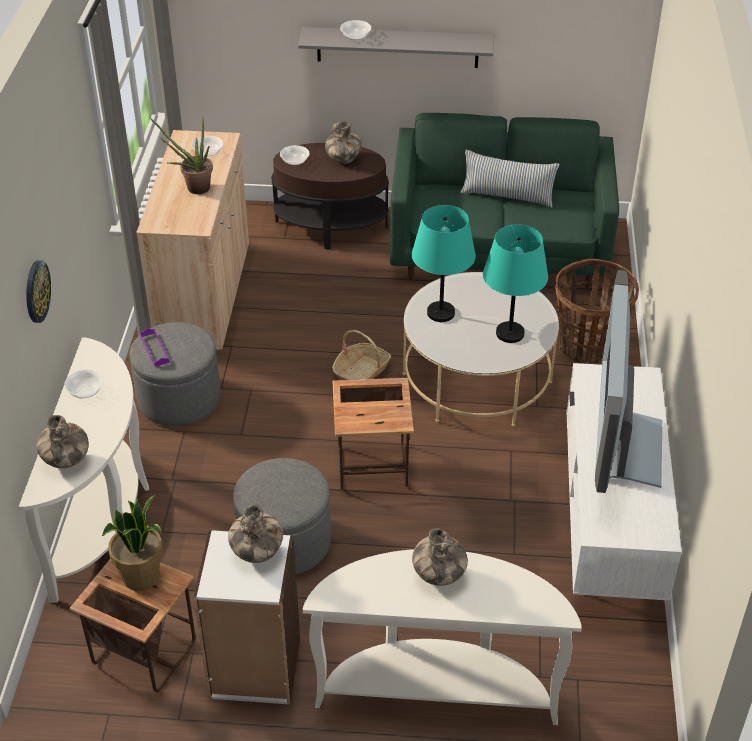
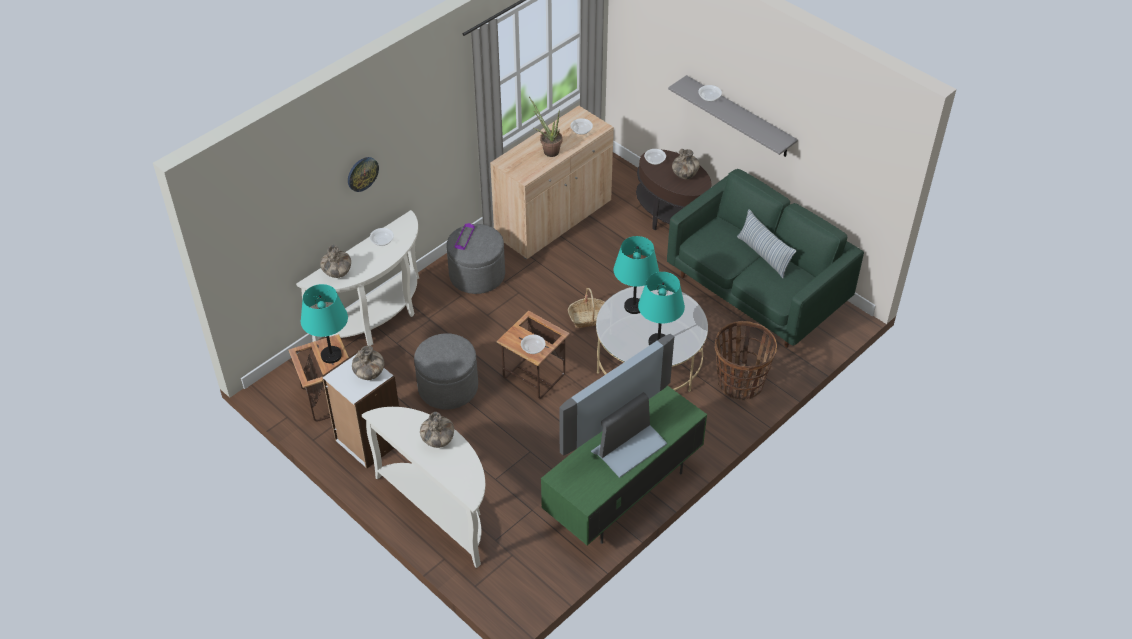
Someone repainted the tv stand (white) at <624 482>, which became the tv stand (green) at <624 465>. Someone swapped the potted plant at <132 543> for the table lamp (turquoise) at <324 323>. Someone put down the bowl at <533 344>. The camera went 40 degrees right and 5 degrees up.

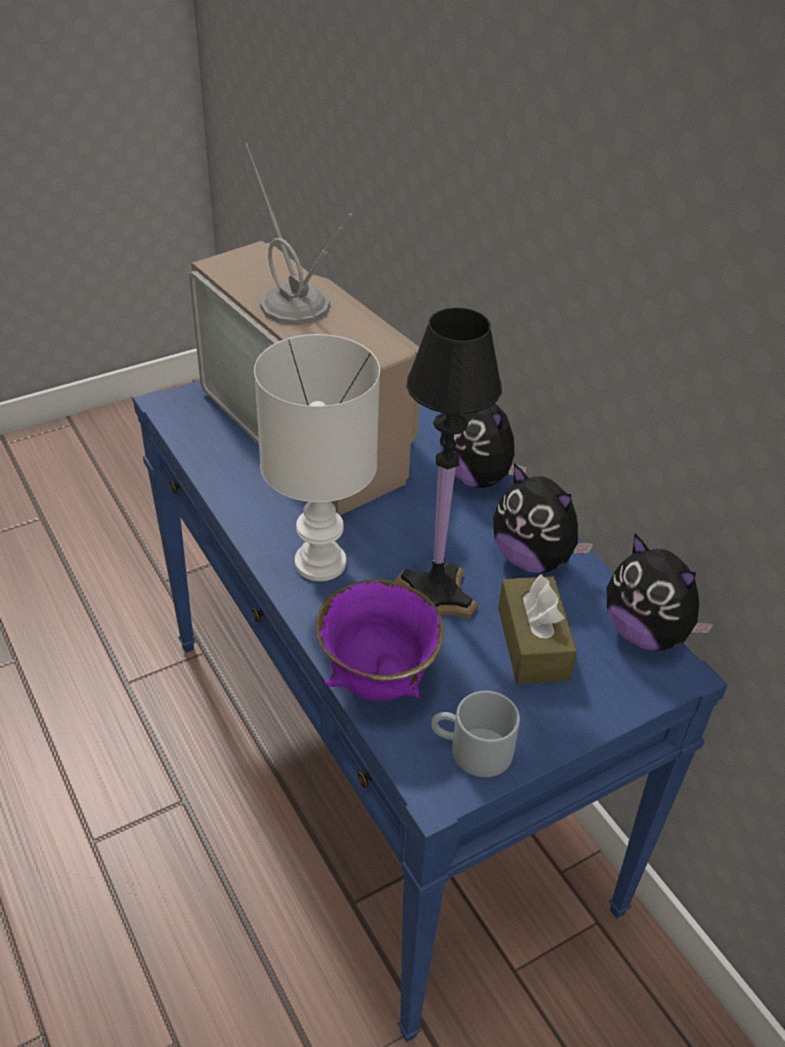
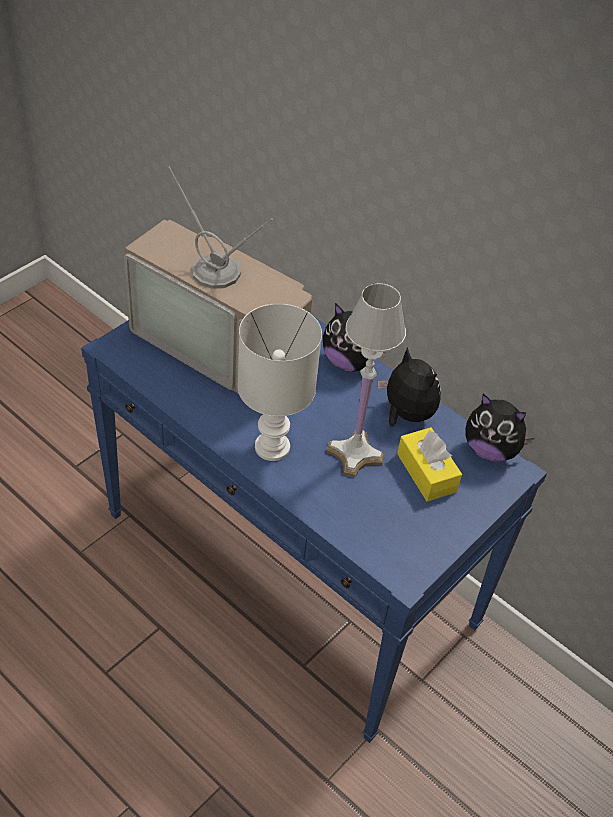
Someone repainted the table lamp (black) at <448 463>, which became the table lamp (white) at <366 380>. Someone rotated the plush toy at <543 518> by 150 degrees counterclockwise. Someone repainted the tissue box (brown) at <537 629>, which became the tissue box (yellow) at <429 464>. Someone took away the bowl (purple) at <380 640>. Someone took away the mug (grey) at <475 734>. The camera went 20 degrees left and 5 degrees up.

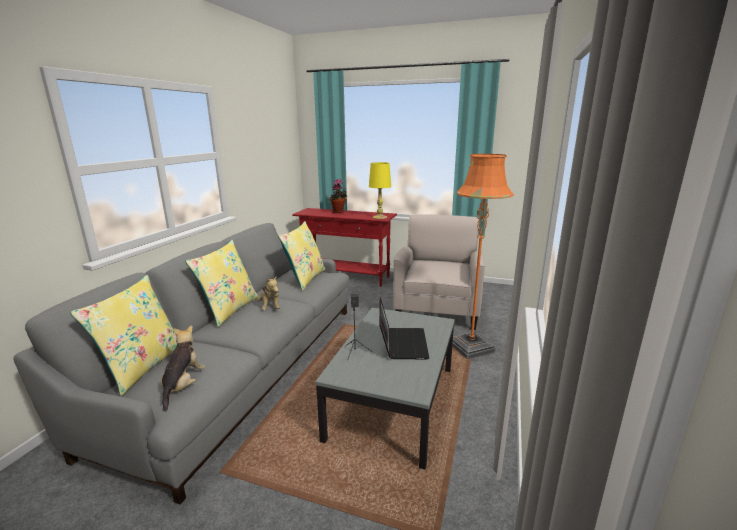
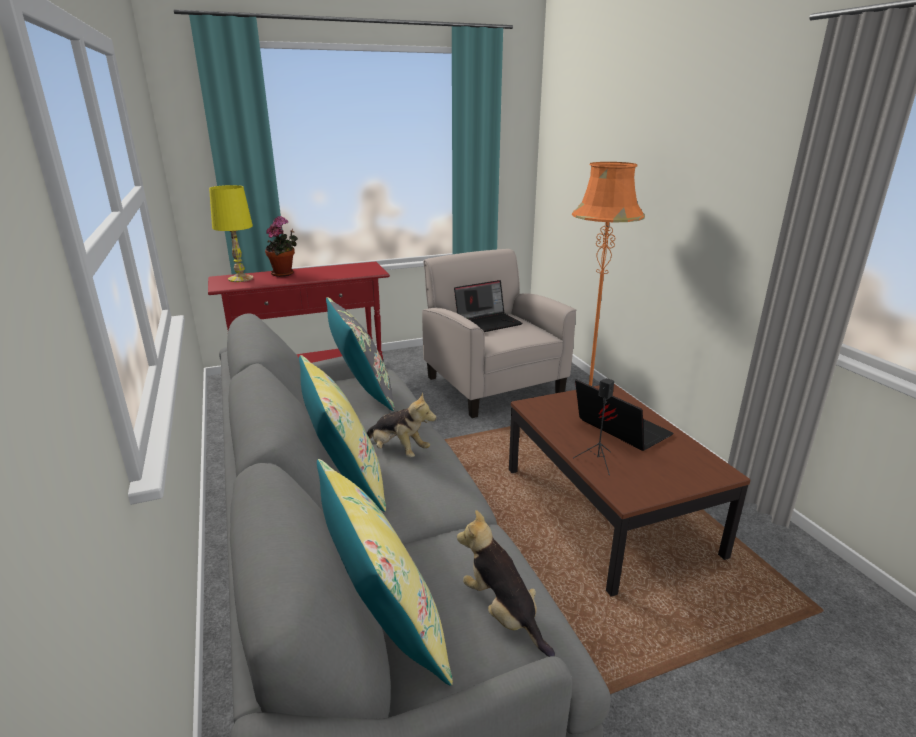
Someone carried the table lamp (yellow) from <380 190> to <231 233>. Someone repainted the pillow (yellow) at <301 255>, which became the pillow (grey) at <360 354>. Someone repainted the coffee table (grey) at <385 388>, which became the coffee table (brown) at <630 490>. Someone put down the laptop at <488 306>. The camera went 40 degrees left and 5 degrees up.

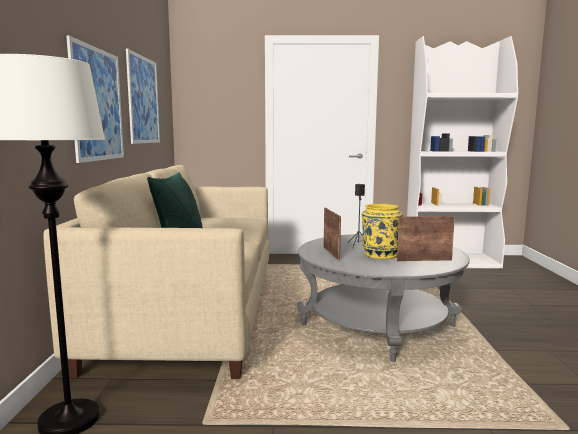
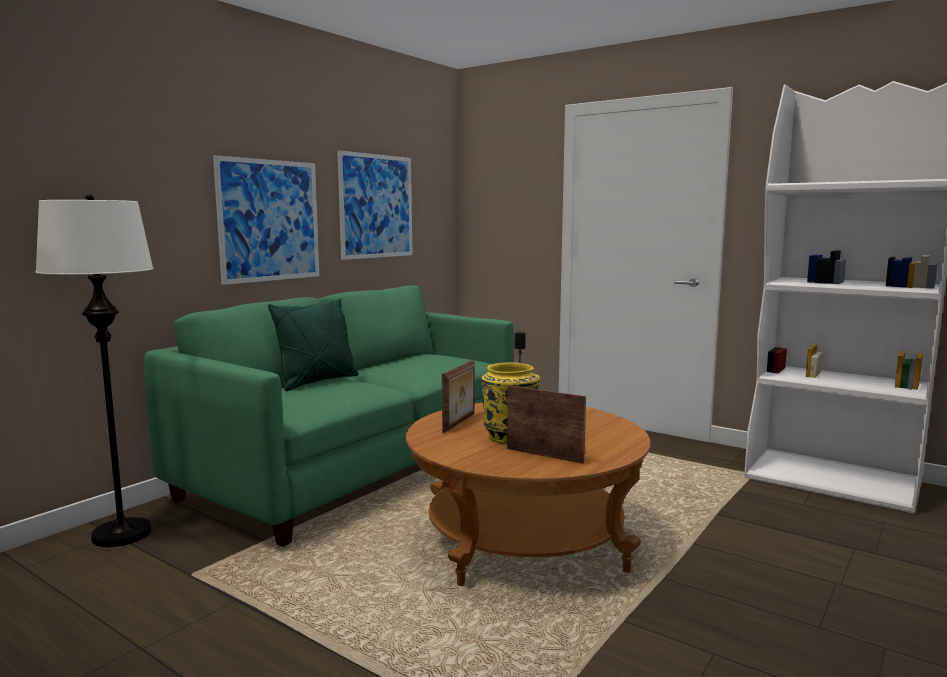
Someone repainted the sofa (beige) at <156 272>, which became the sofa (green) at <329 416>. Someone repainted the coffee table (grey) at <383 298>, which became the coffee table (brown) at <528 494>. The camera went 35 degrees right and 0 degrees up.

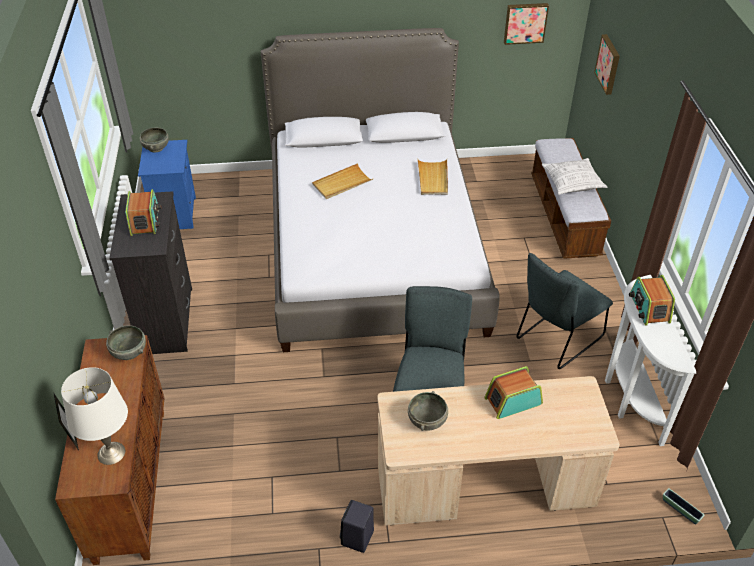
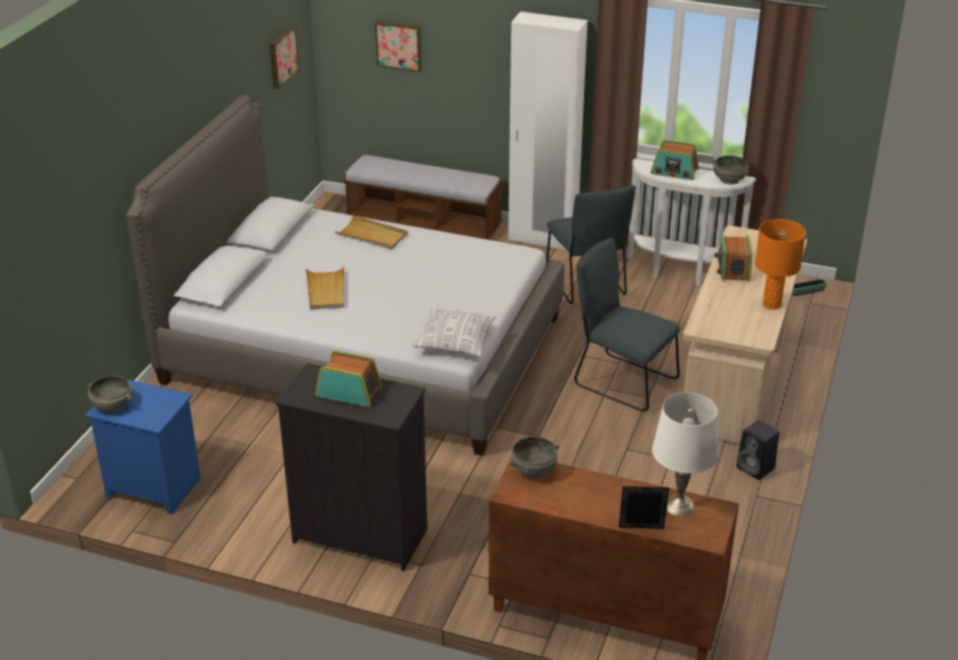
Someone carried the pillow from <574 176> to <454 332>. Someone carried the bowl (grey) from <428 411> to <731 169>. Someone put down the wardrobe (white) at <548 130>. Someone put down the table lamp (orange) at <780 264>. The camera went 65 degrees left and 10 degrees down.

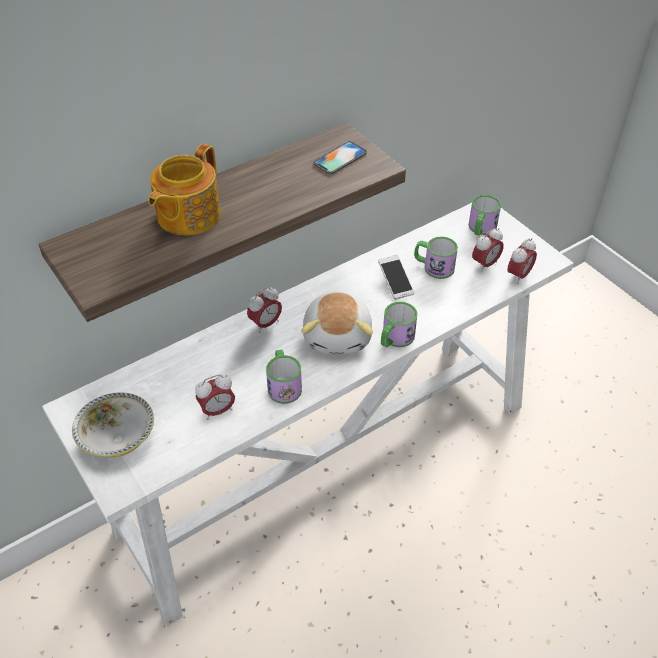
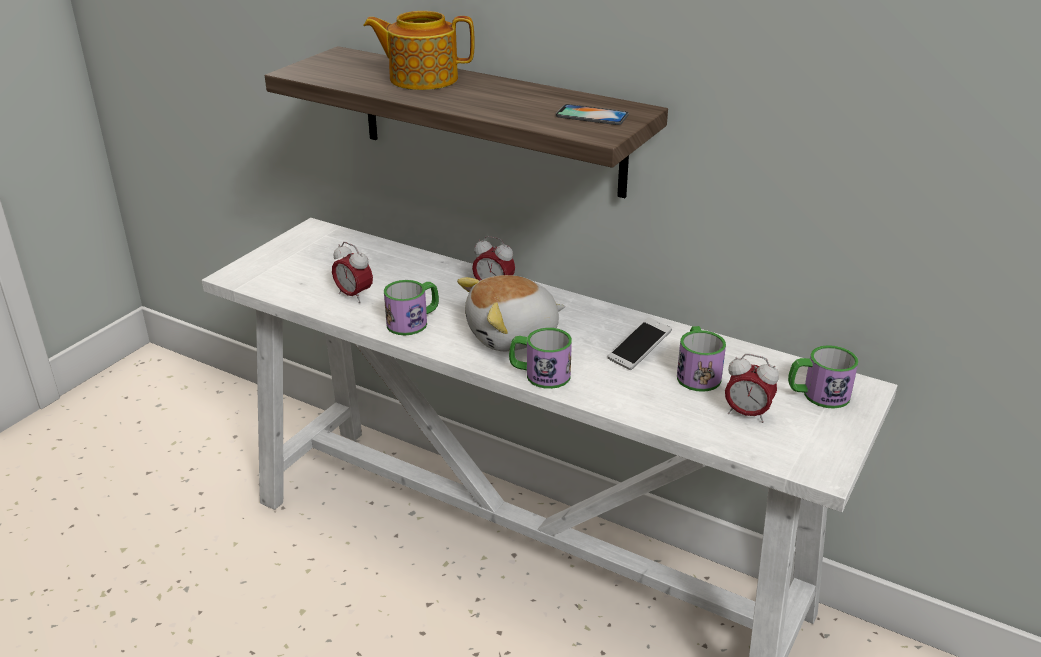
Someone took away the alarm clock at <522 261>. Someone took away the bowl at <113 425>. The camera went 65 degrees right and 15 degrees down.

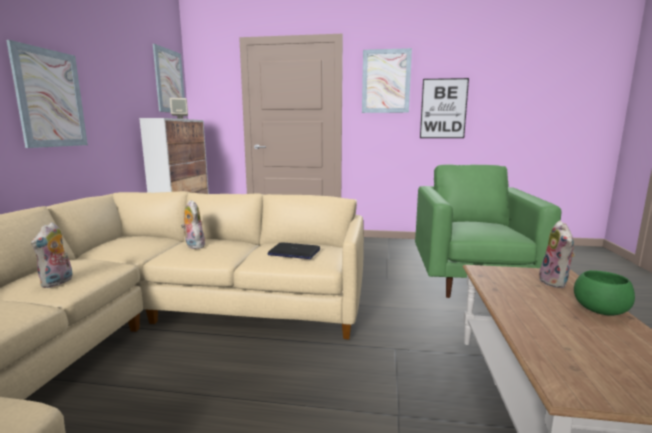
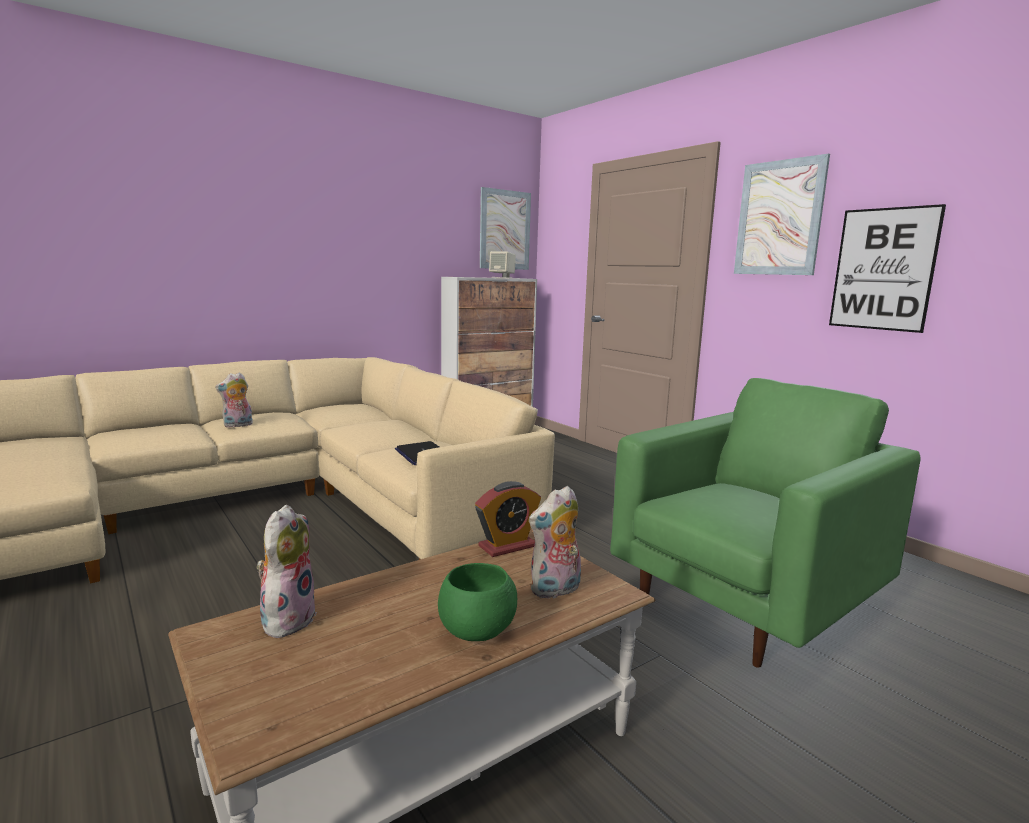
Someone took away the picture at <47 94>. Someone carried the plush toy from <193 224> to <287 571>. Someone put down the alarm clock at <508 519>. The camera went 45 degrees right and 0 degrees up.

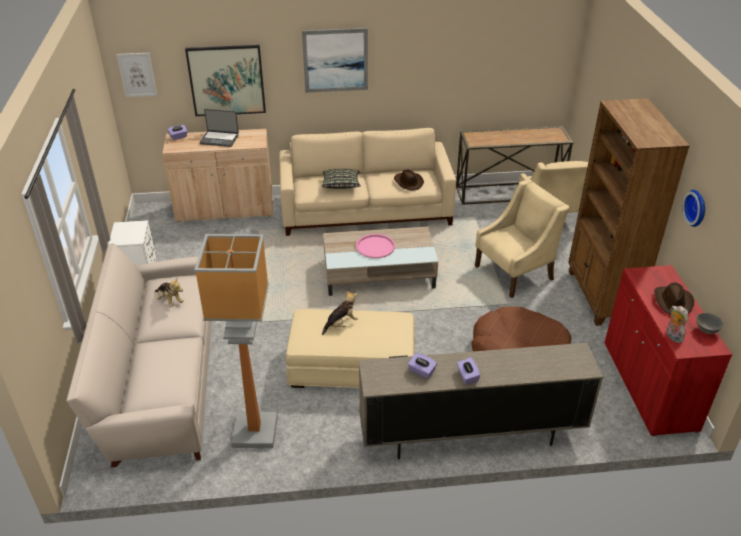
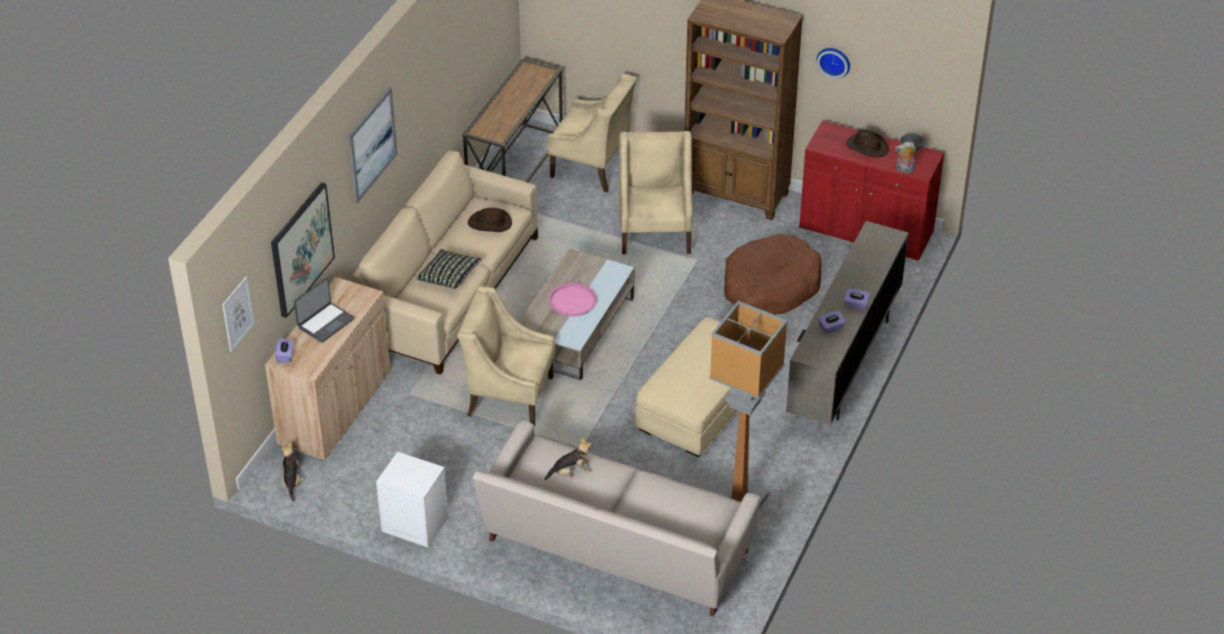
Someone carried the plush toy from <340 313> to <292 472>. Someone put down the armchair (beige) at <506 356>. The camera went 60 degrees left and 5 degrees up.

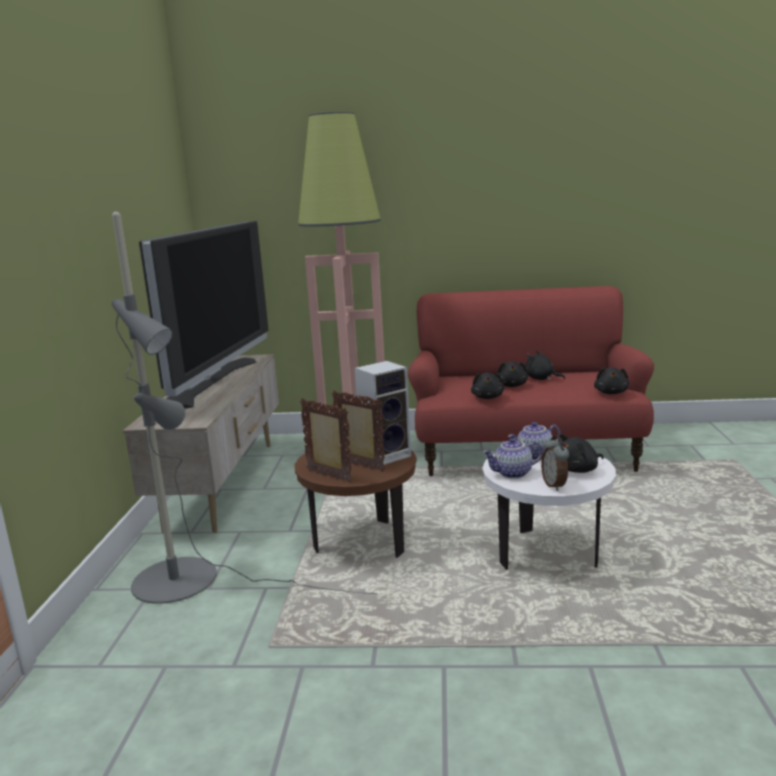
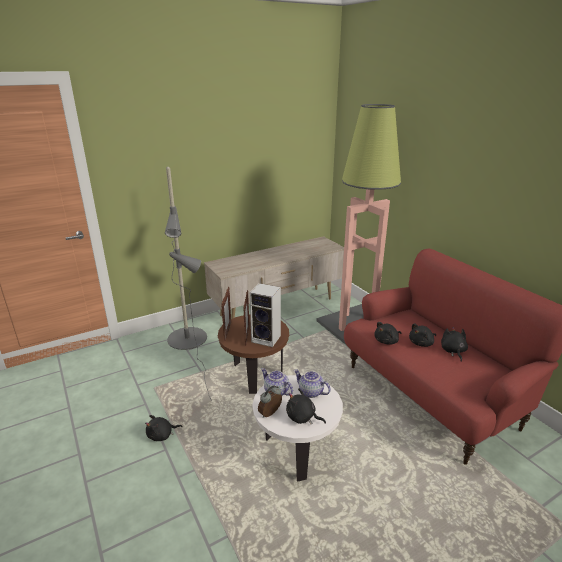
Someone took away the television at <203 315>. Someone carried the plush toy (black) from <611 380> to <164 428>. The camera went 55 degrees right and 10 degrees up.

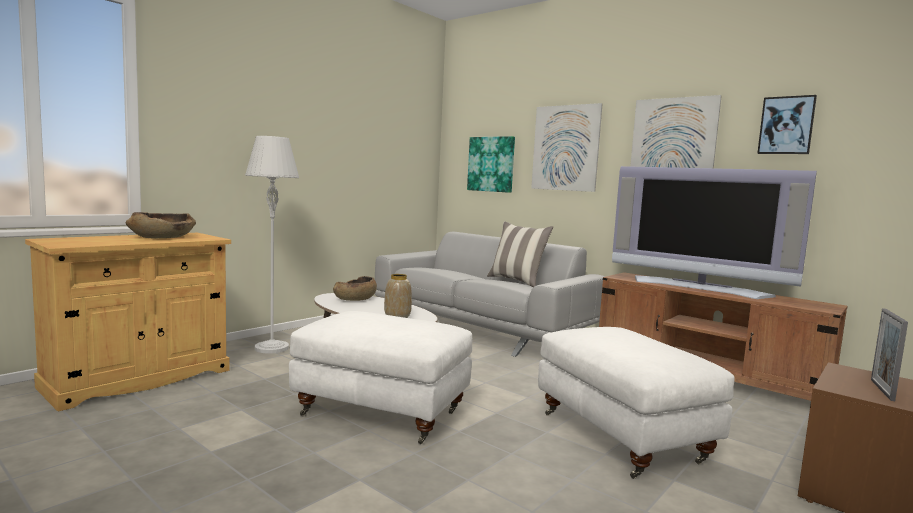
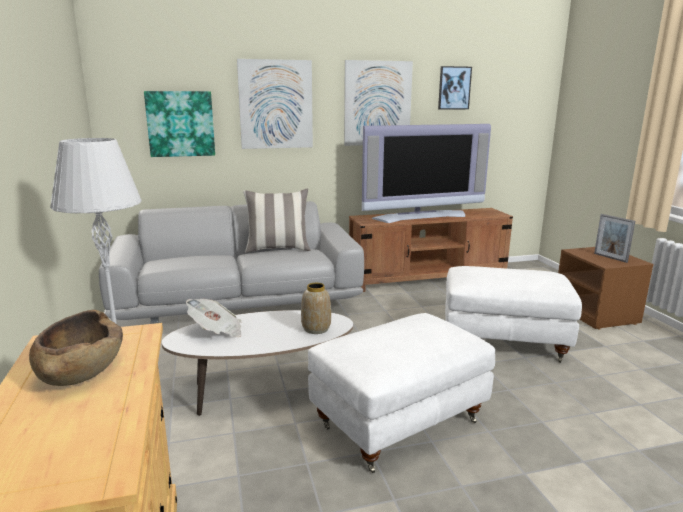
Someone swapped the bowl (brown) at <355 288> for the newspaper at <213 318>. The camera went 55 degrees left and 10 degrees up.

